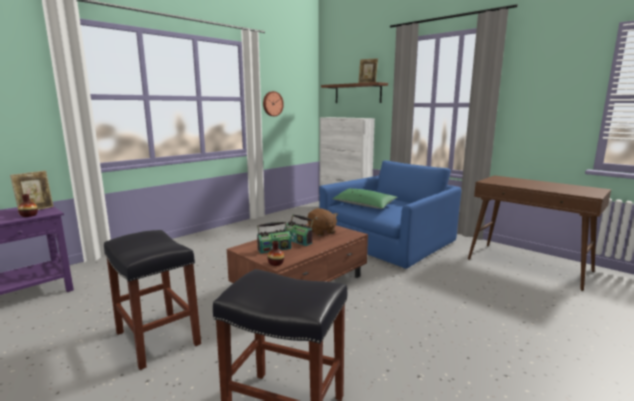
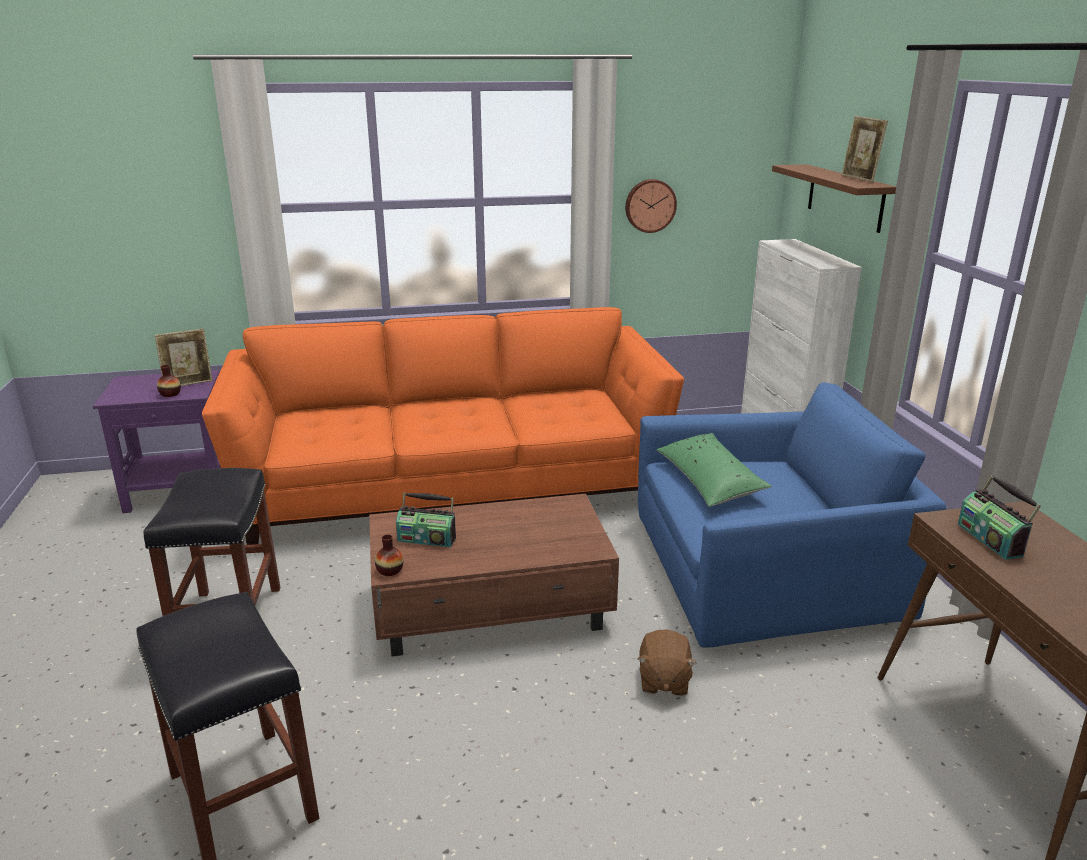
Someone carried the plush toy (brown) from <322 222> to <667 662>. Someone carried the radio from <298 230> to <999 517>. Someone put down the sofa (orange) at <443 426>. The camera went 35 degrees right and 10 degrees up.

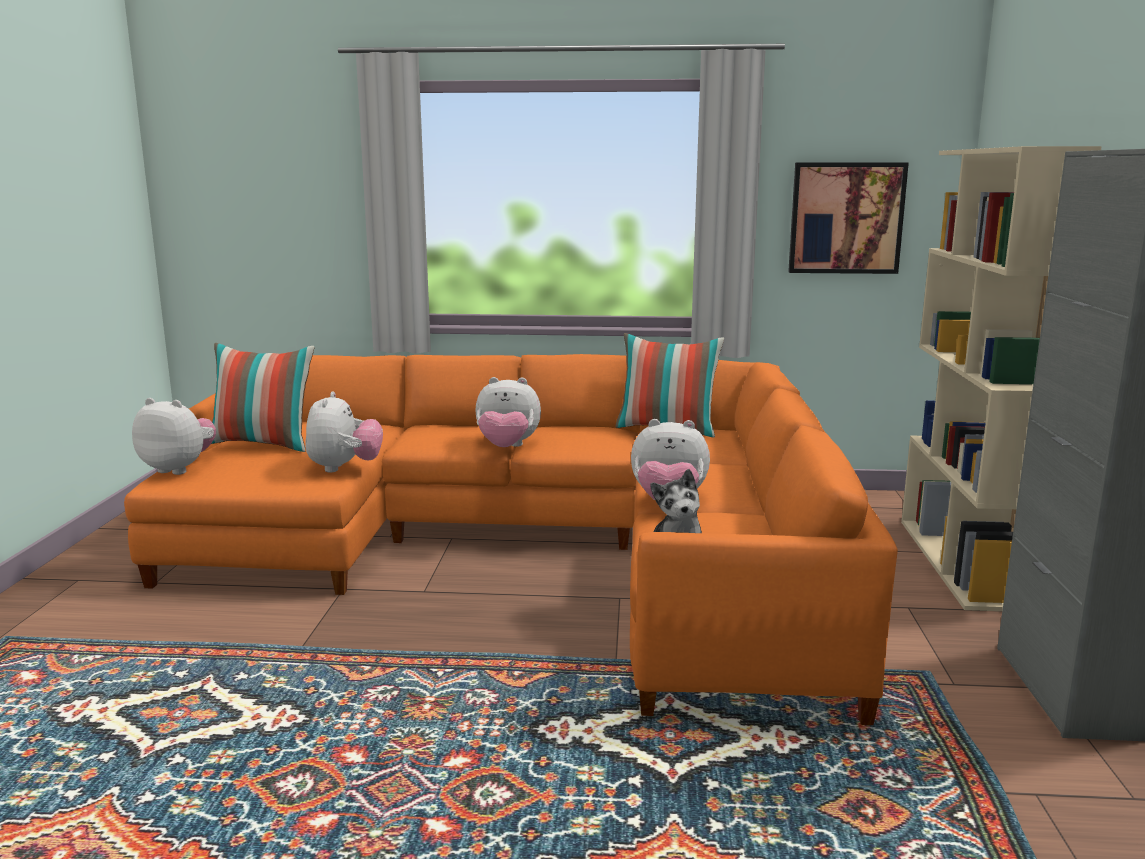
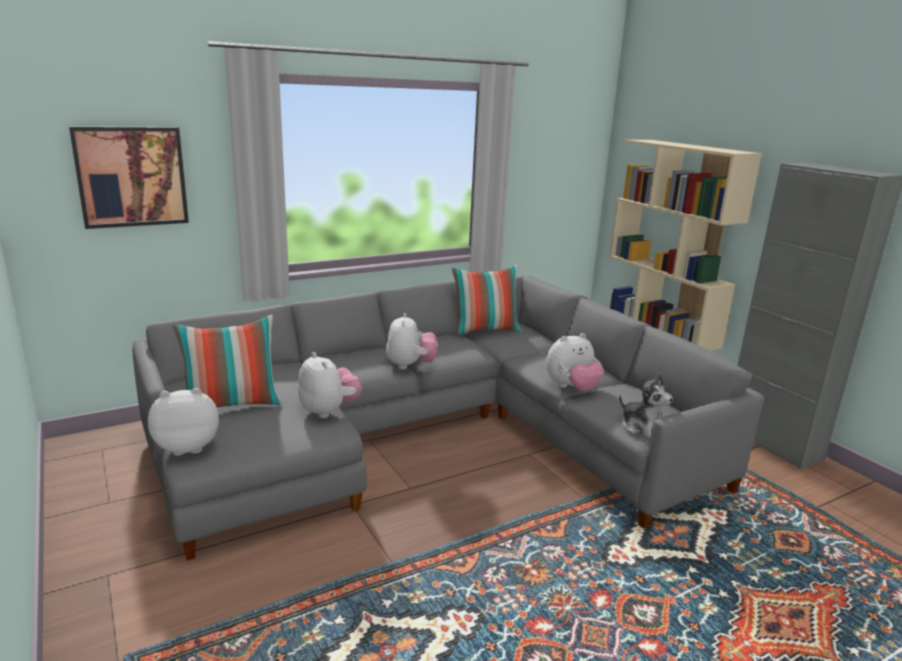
Someone carried the picture from <848 218> to <129 177>. Someone repainted the sofa (orange) at <511 539>, which became the sofa (grey) at <448 418>. Someone rotated the plush toy at <508 412> by 60 degrees counterclockwise. The camera went 35 degrees left and 5 degrees up.

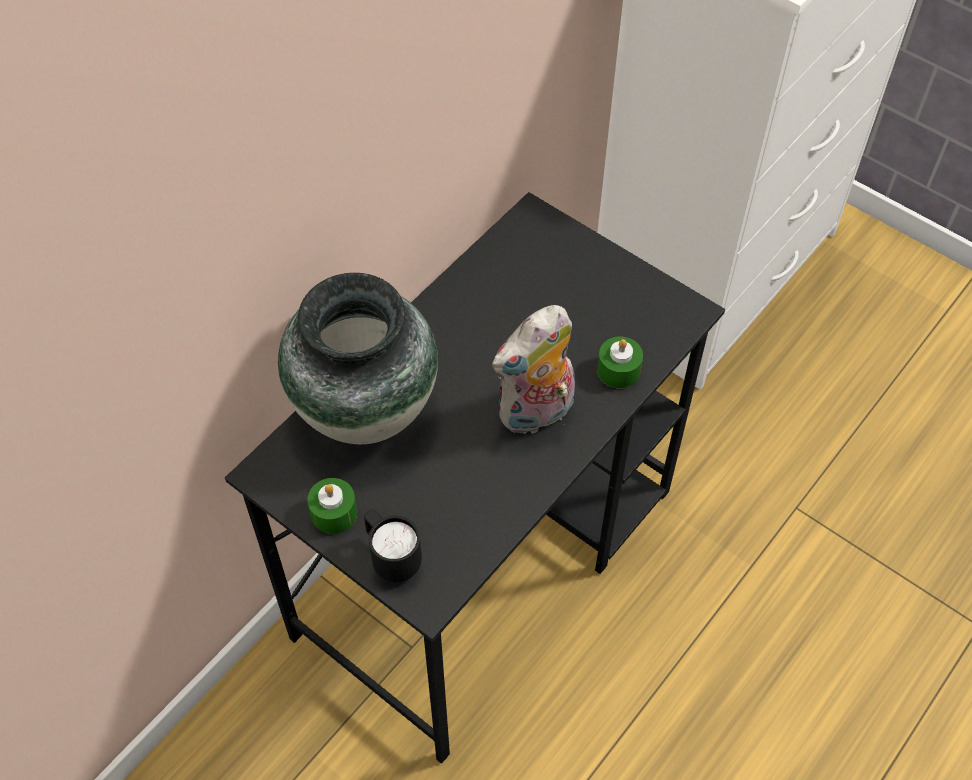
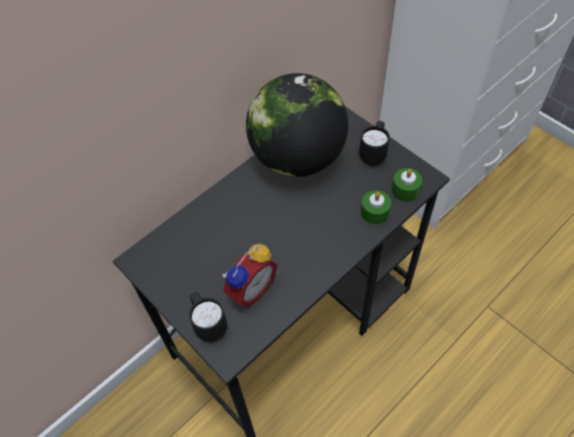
Someone took away the vase at <358 358>. Someone took away the plush toy at <533 369>. Someone carried the candle (green) from <332 506> to <407 185>. Someone put down the globe at <297 125>. Someone put down the mug (black) at <374 143>. Someone put down the alarm clock at <250 275>. The camera went 10 degrees right and 0 degrees up.

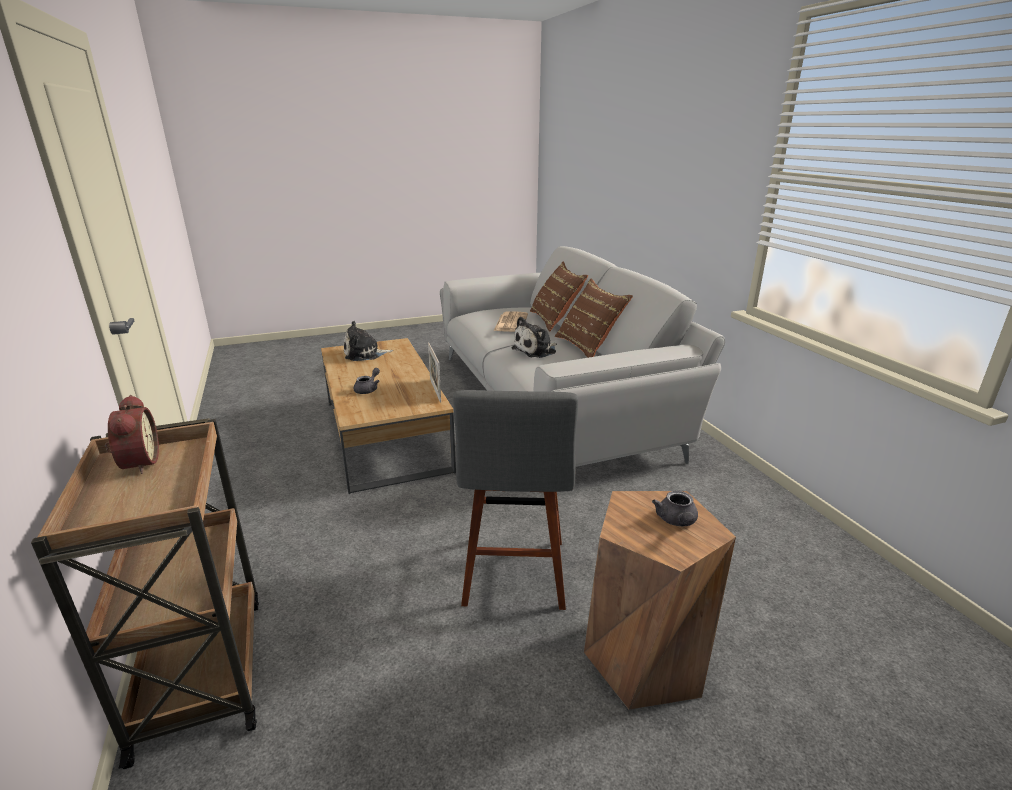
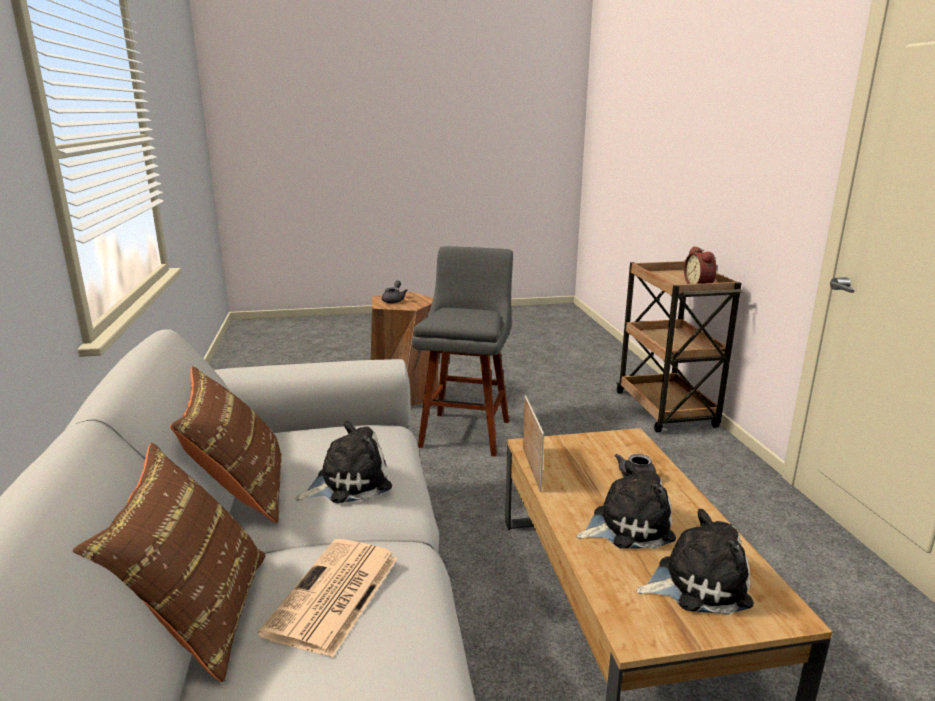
Someone put down the plush toy at <626 505>. The camera went 170 degrees left and 5 degrees down.

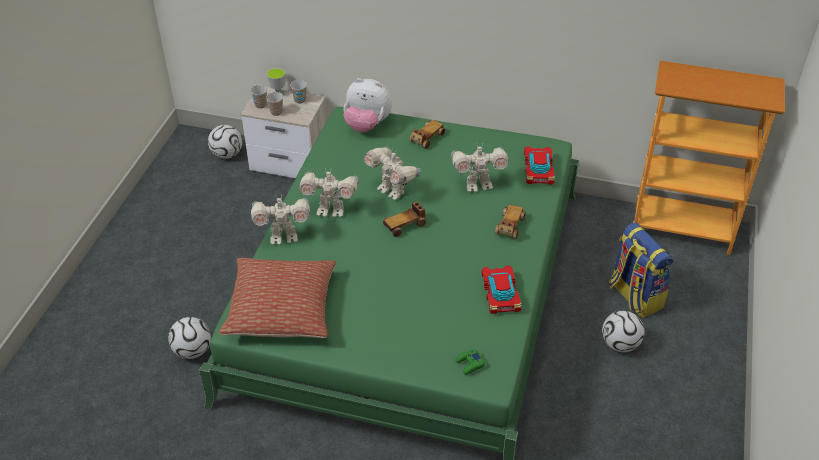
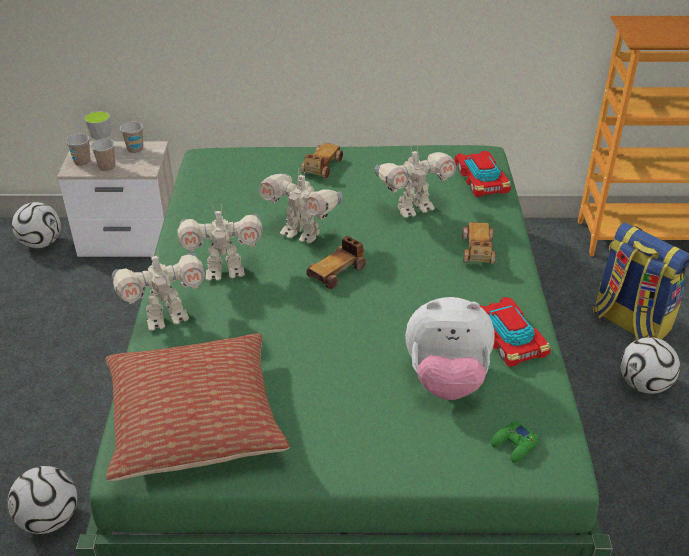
Someone carried the plush toy from <368 105> to <450 348>. The camera went 15 degrees left and 5 degrees down.

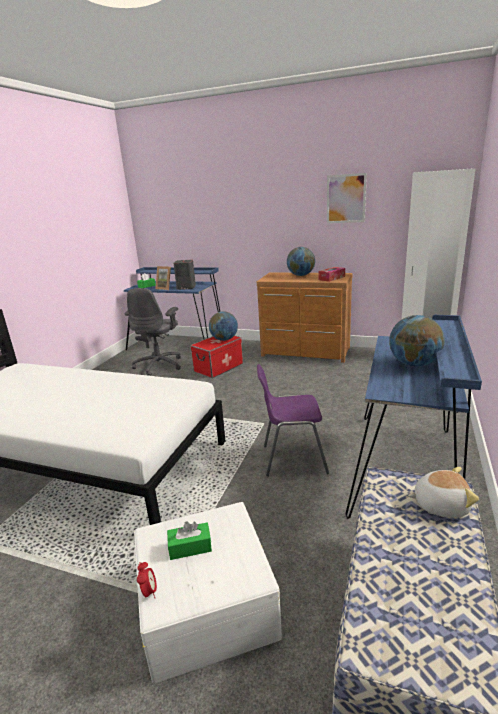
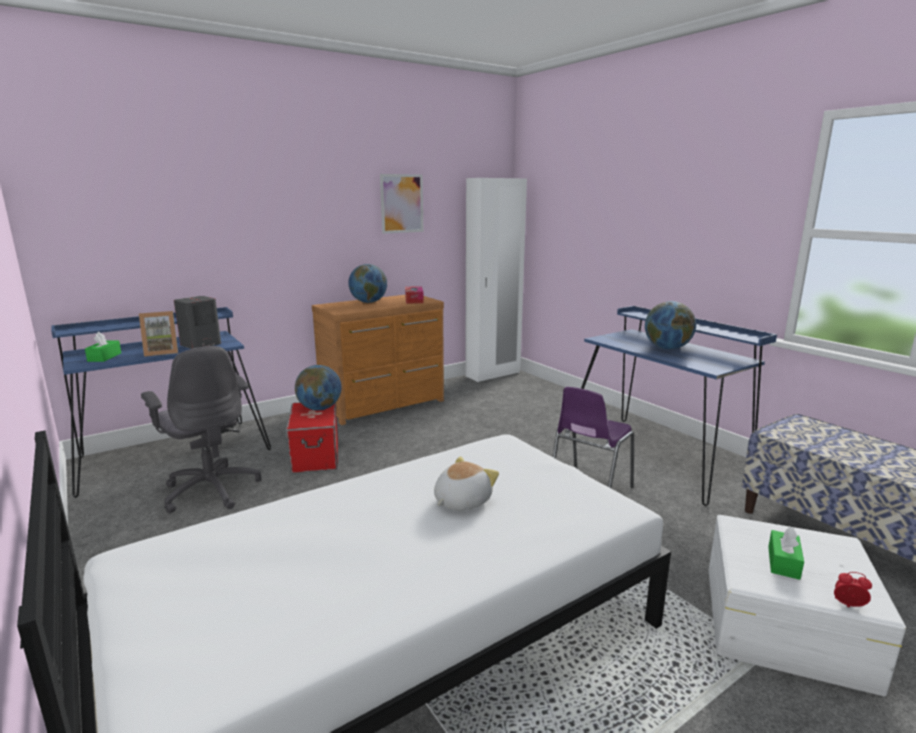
Someone carried the plush toy from <443 492> to <466 483>. The camera went 55 degrees left and 5 degrees down.

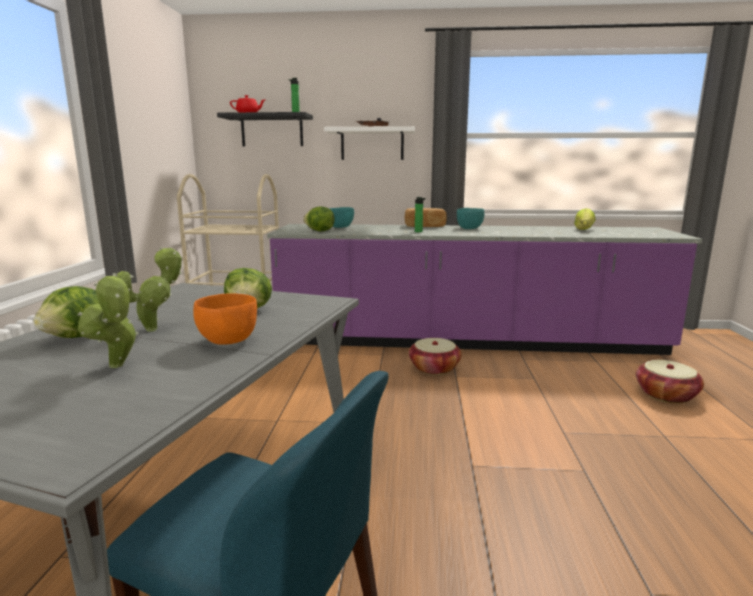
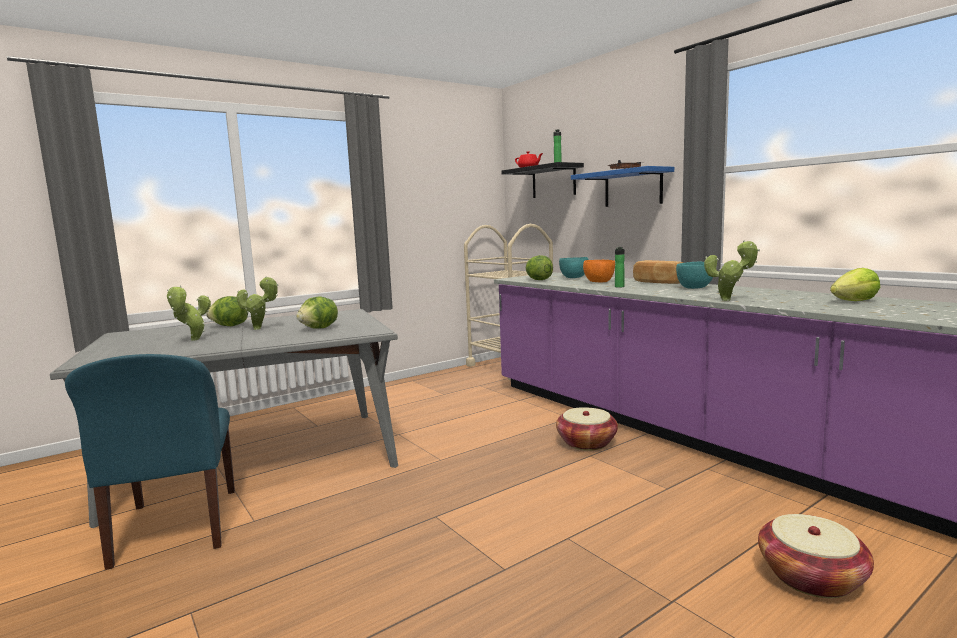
Someone repainted the shelf (white) at <369 143>, which became the shelf (blue) at <622 186>. Someone carried the bowl (orange) from <225 319> to <599 271>. Someone put down the potted plant at <732 270>. The camera went 50 degrees right and 5 degrees down.

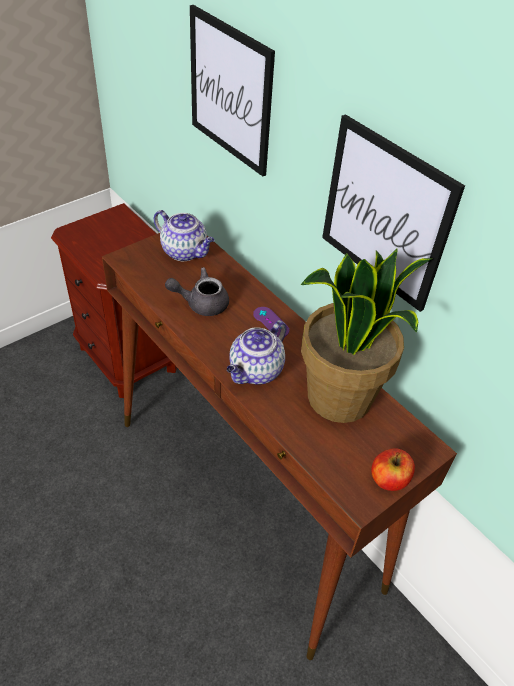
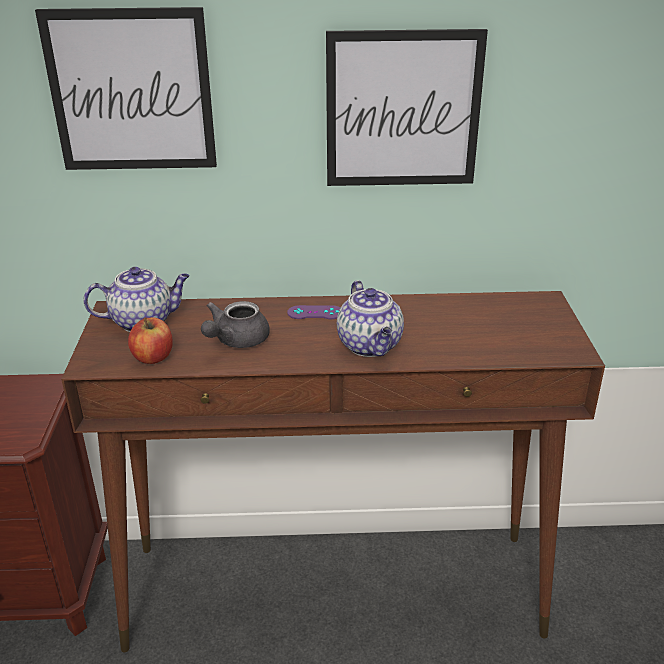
Someone took away the potted plant at <367 336>. Someone carried the apple from <393 469> to <150 340>. The camera went 50 degrees left and 15 degrees down.

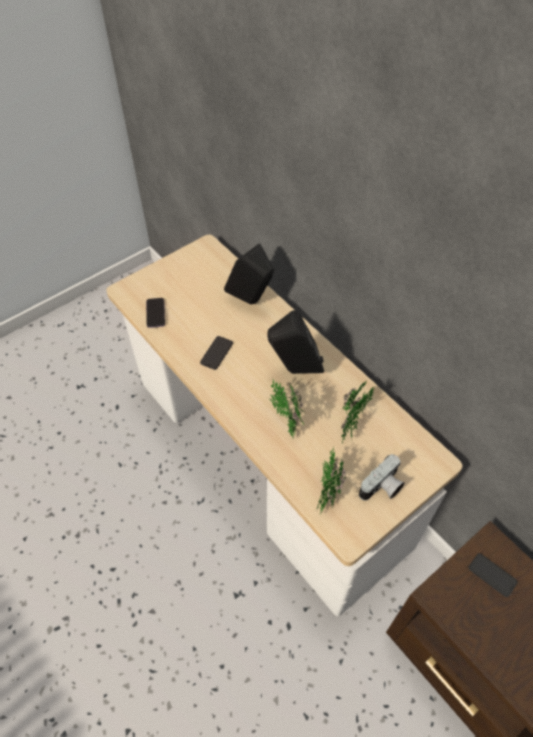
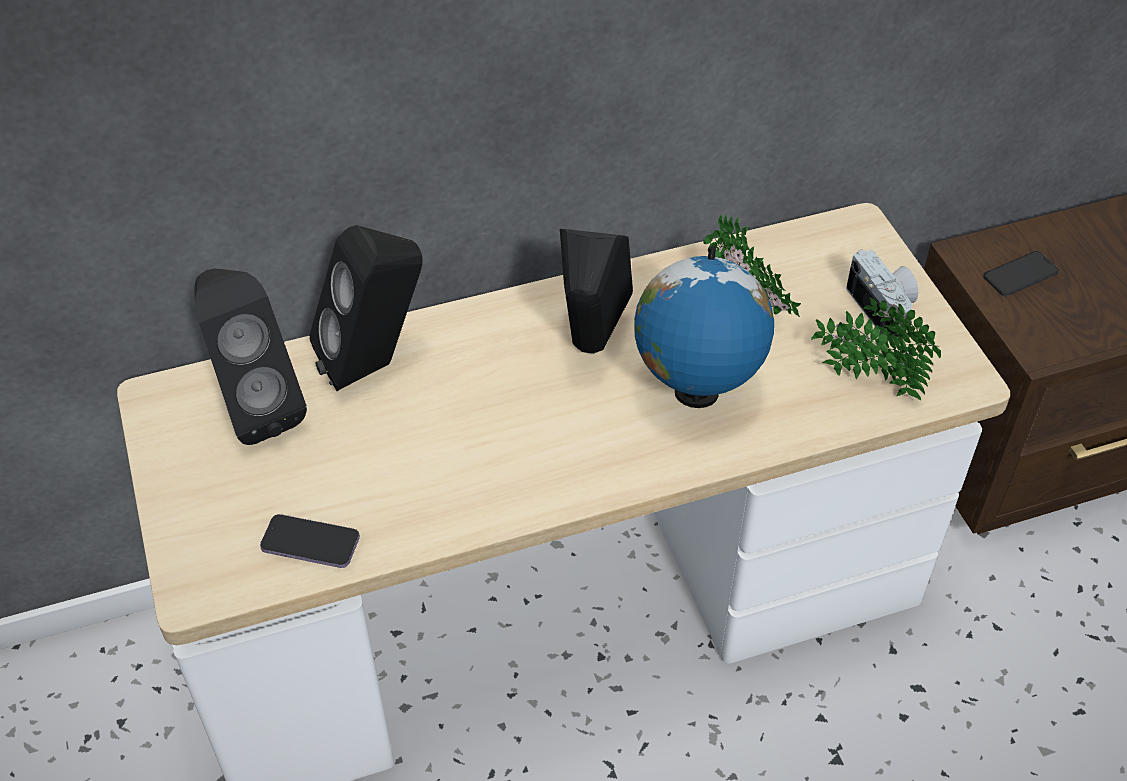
Someone took away the phone at <216 353>. Someone swapped the potted plant at <286 408> for the globe at <704 326>. Someone put down the speaker (black) at <251 357>. The camera went 70 degrees left and 5 degrees down.

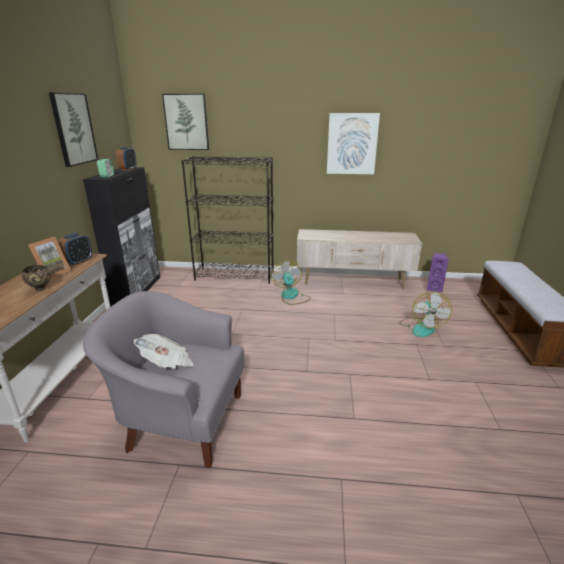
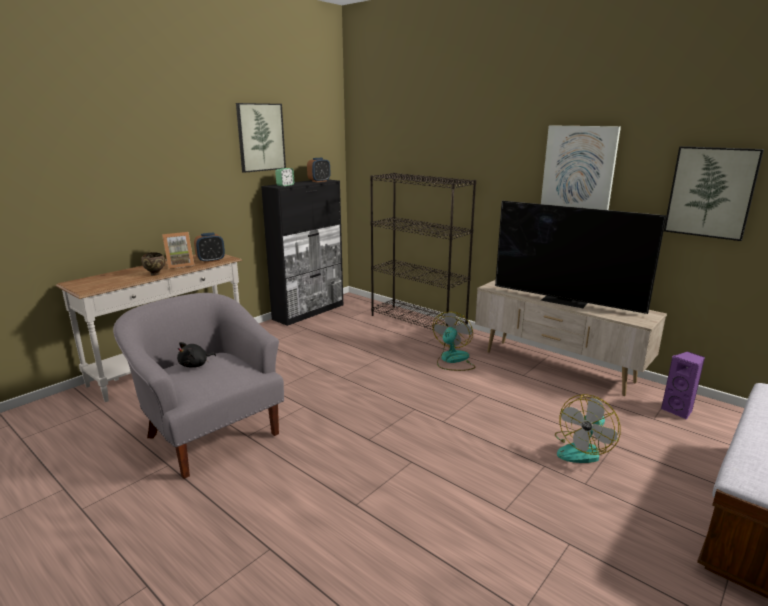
Someone carried the picture from <185 122> to <714 193>. Someone swapped the newspaper at <163 351> for the plush toy (black) at <196 355>. Someone put down the television at <580 257>. The camera went 35 degrees right and 5 degrees down.

